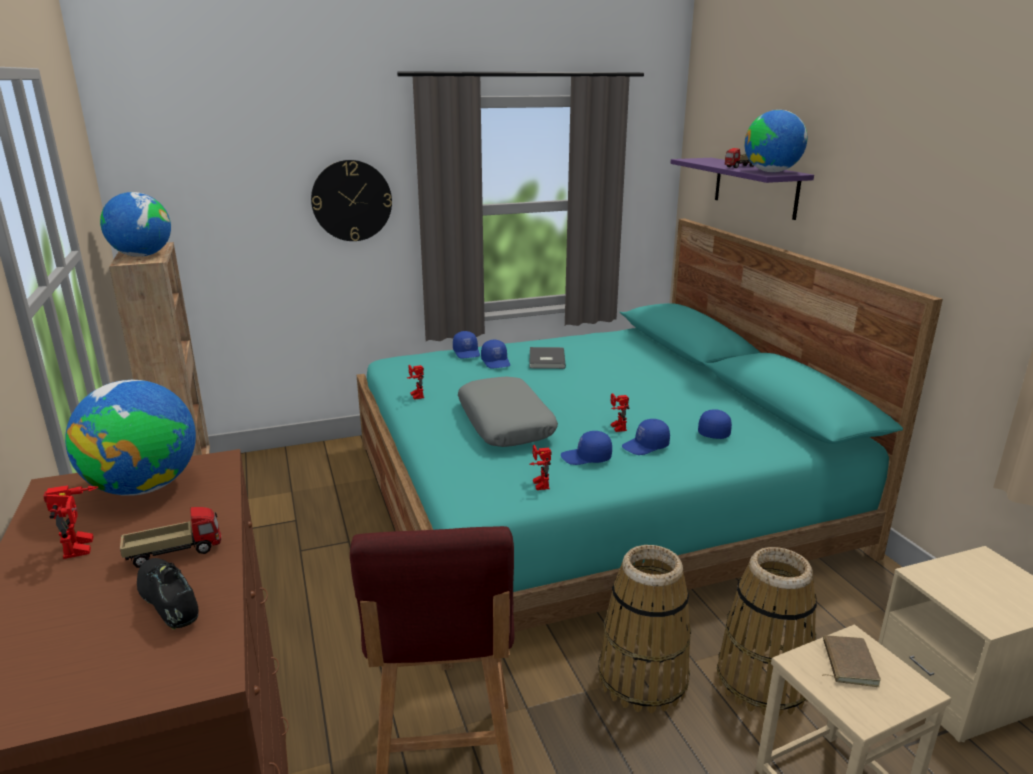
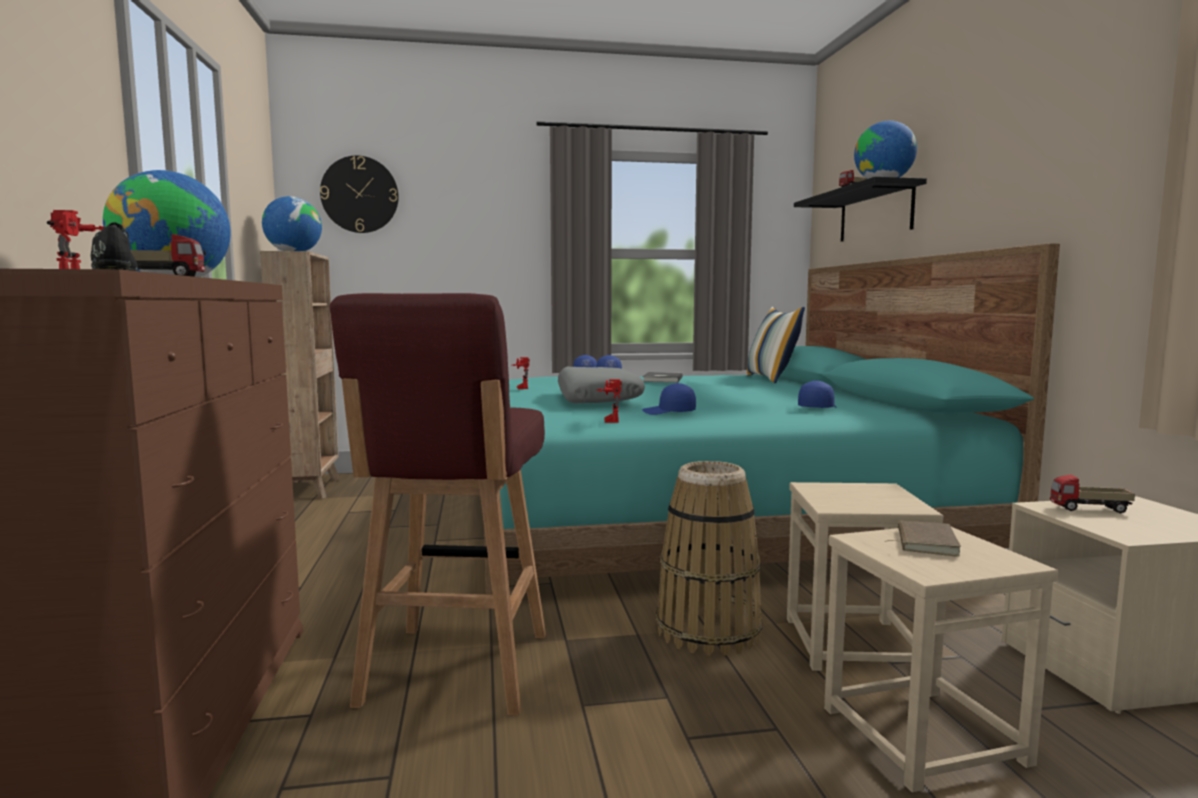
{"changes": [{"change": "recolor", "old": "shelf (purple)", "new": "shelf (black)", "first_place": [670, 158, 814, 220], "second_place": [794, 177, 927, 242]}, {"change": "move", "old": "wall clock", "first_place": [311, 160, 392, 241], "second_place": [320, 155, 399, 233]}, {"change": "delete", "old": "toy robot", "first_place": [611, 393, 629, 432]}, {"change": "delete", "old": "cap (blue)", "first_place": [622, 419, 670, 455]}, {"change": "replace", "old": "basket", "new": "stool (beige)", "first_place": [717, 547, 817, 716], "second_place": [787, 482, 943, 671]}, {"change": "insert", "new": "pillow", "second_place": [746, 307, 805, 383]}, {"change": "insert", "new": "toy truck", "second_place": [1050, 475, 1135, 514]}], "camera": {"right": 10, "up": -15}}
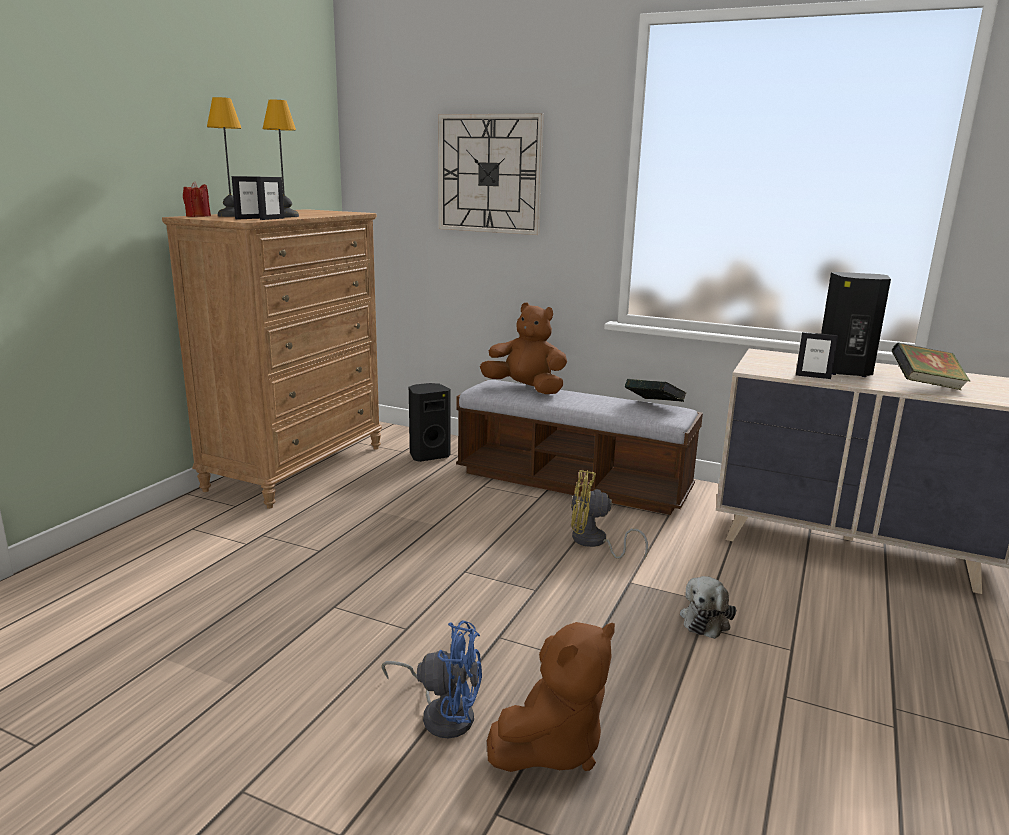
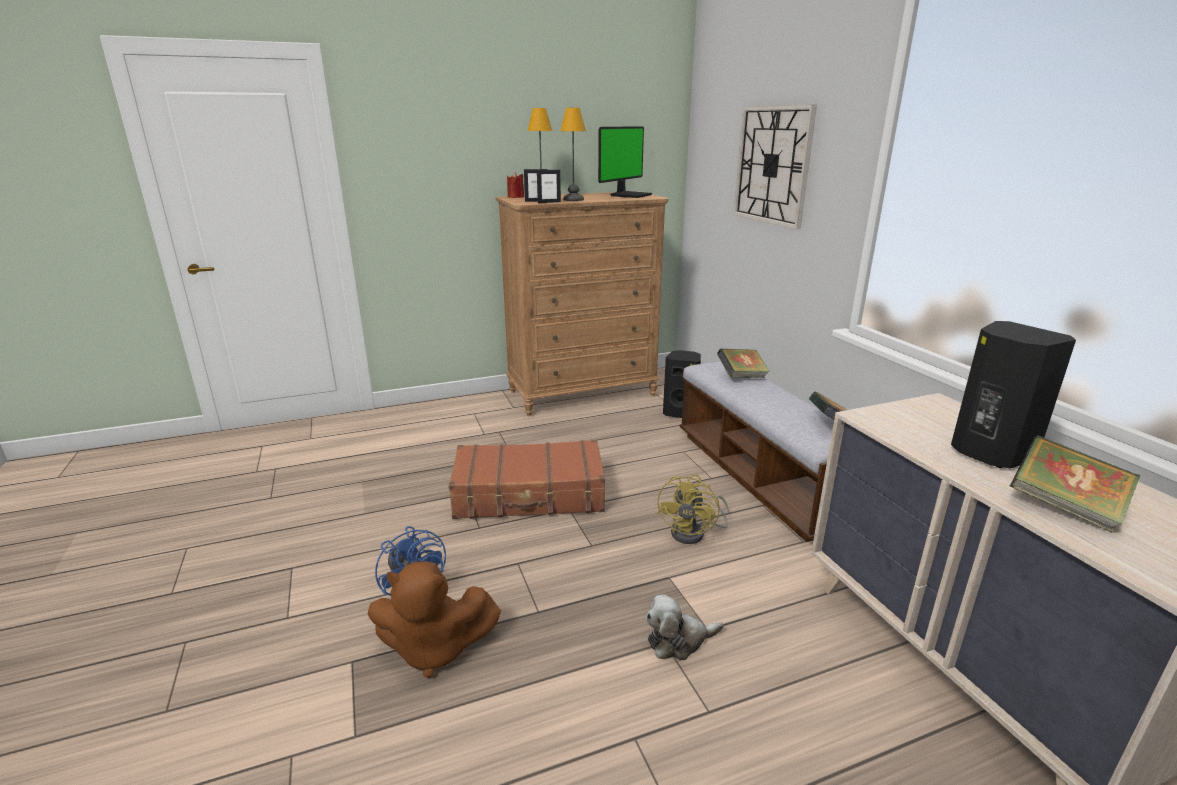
{"changes": [{"change": "replace", "old": "plush toy (brown)", "new": "book", "first_place": [480, 302, 567, 394], "second_place": [717, 349, 770, 378]}, {"change": "delete", "old": "picture frame", "first_place": [796, 332, 838, 379]}, {"change": "rotate", "old": "fan (yellow)", "first_place": [571, 470, 648, 560], "second_place": [657, 474, 729, 544], "degrees": -120}, {"change": "insert", "new": "monitor", "second_place": [598, 126, 652, 198]}, {"change": "insert", "new": "suitcase (brown)", "second_place": [449, 440, 605, 519]}], "camera": {"right": 45, "up": 5}}
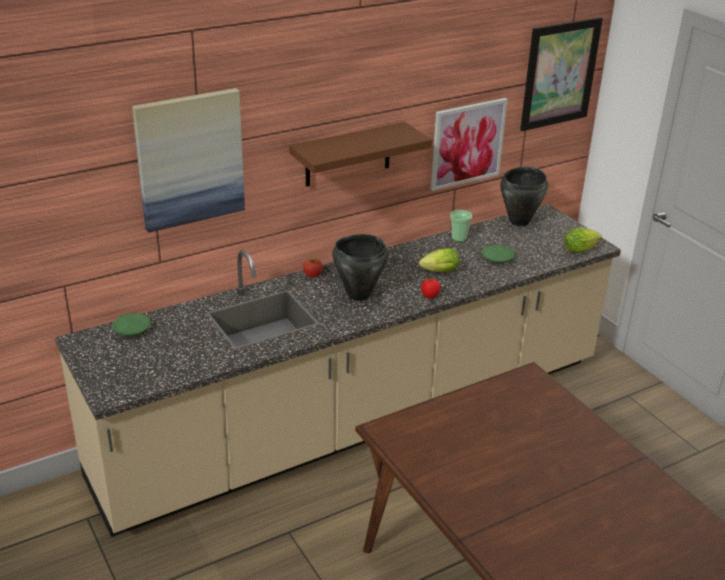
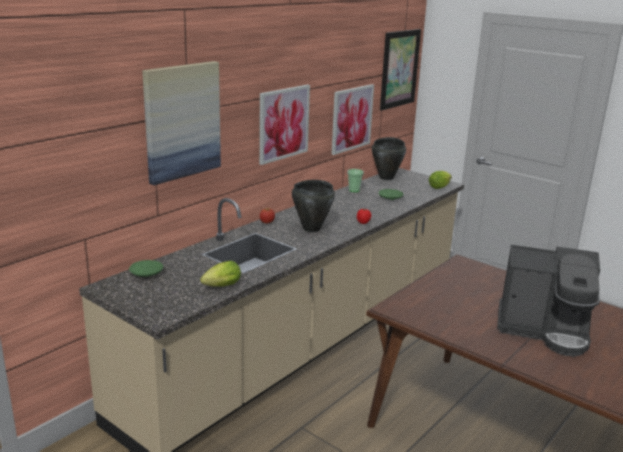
{"changes": [{"change": "replace", "old": "shelf (brown)", "new": "picture", "first_place": [289, 122, 432, 187], "second_place": [259, 85, 310, 165]}, {"change": "move", "old": "lettuce", "first_place": [419, 248, 460, 272], "second_place": [200, 261, 241, 287]}, {"change": "insert", "new": "coffee machine", "second_place": [497, 245, 600, 356]}], "camera": {"right": -20, "up": -10}}
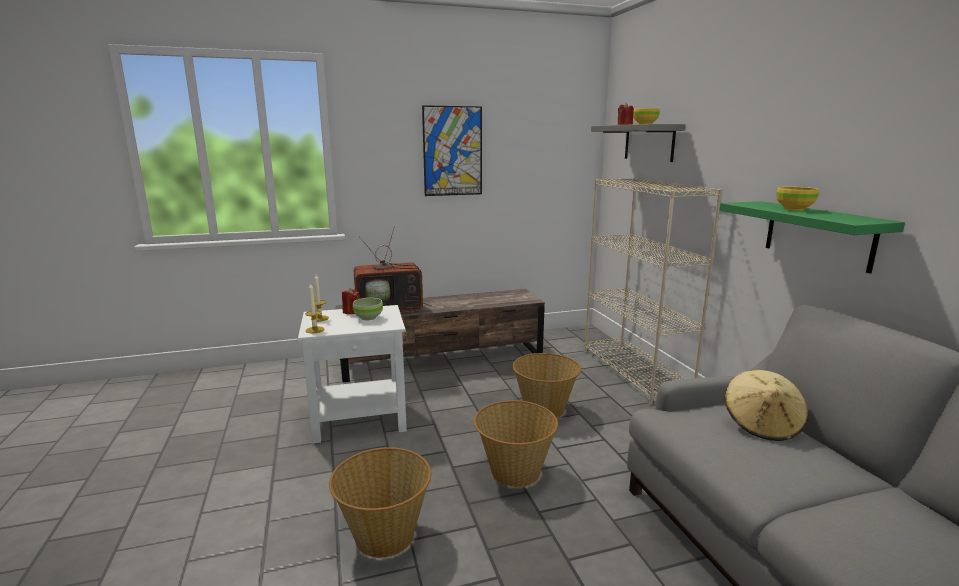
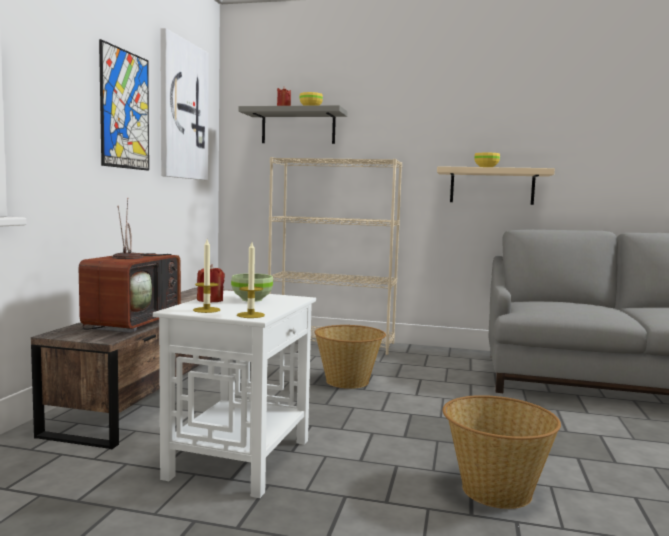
{"changes": [{"change": "recolor", "old": "shelf (green)", "new": "shelf (beige)", "first_place": [720, 201, 905, 274], "second_place": [437, 166, 555, 205]}, {"change": "delete", "old": "hat (beige)", "first_place": [725, 369, 808, 441]}, {"change": "delete", "old": "basket", "first_place": [474, 400, 558, 487]}, {"change": "insert", "new": "picture", "second_place": [160, 28, 209, 180]}], "camera": {"right": -60, "up": -10}}
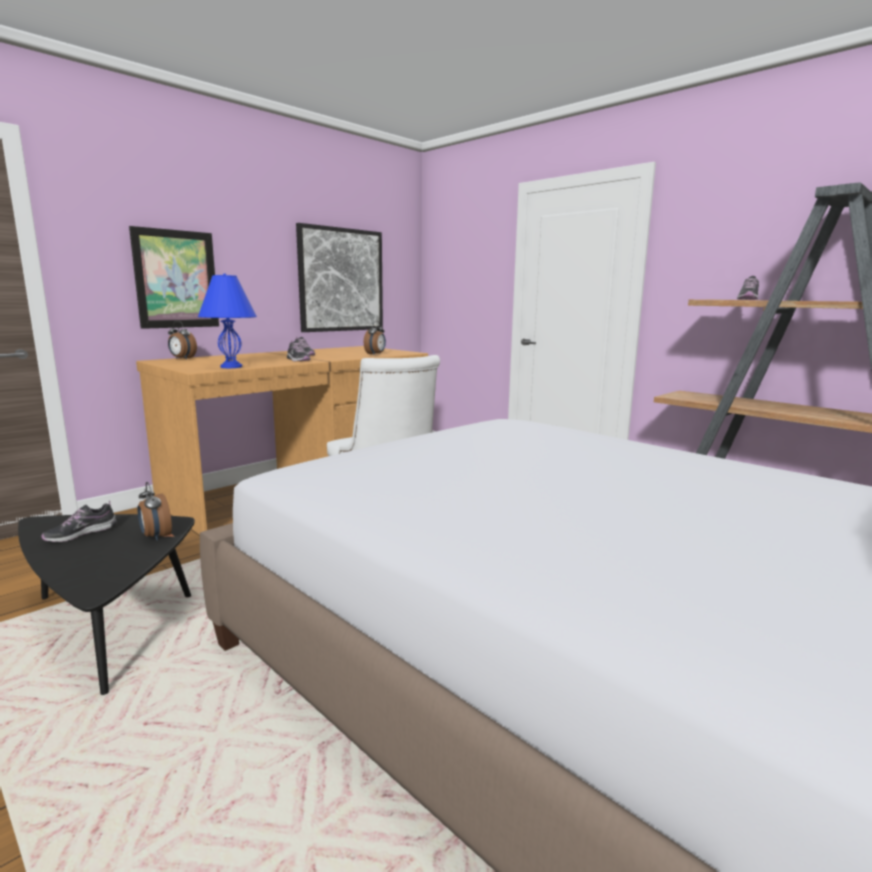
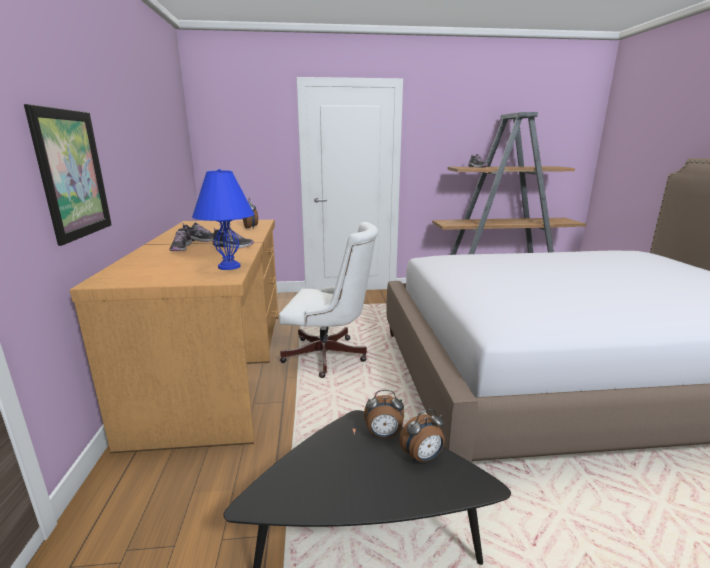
{"changes": [{"change": "delete", "old": "picture", "first_place": [296, 223, 383, 332]}, {"change": "move", "old": "alarm clock", "first_place": [168, 321, 197, 359], "second_place": [399, 409, 445, 463]}, {"change": "move", "old": "shoe", "first_place": [41, 501, 117, 542], "second_place": [170, 226, 192, 251]}], "camera": {"right": -50, "up": 5}}
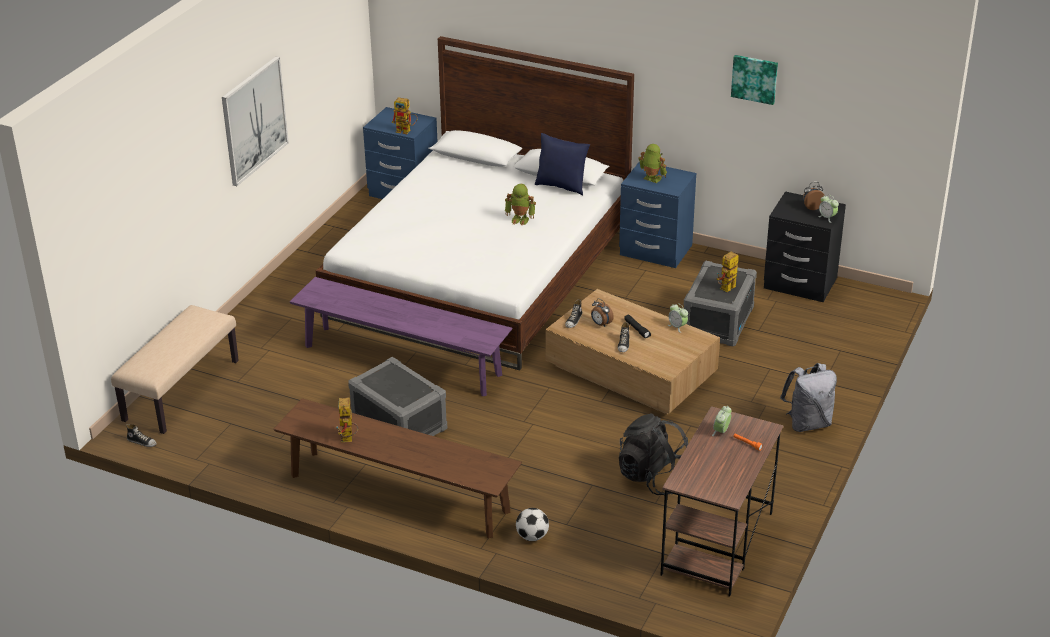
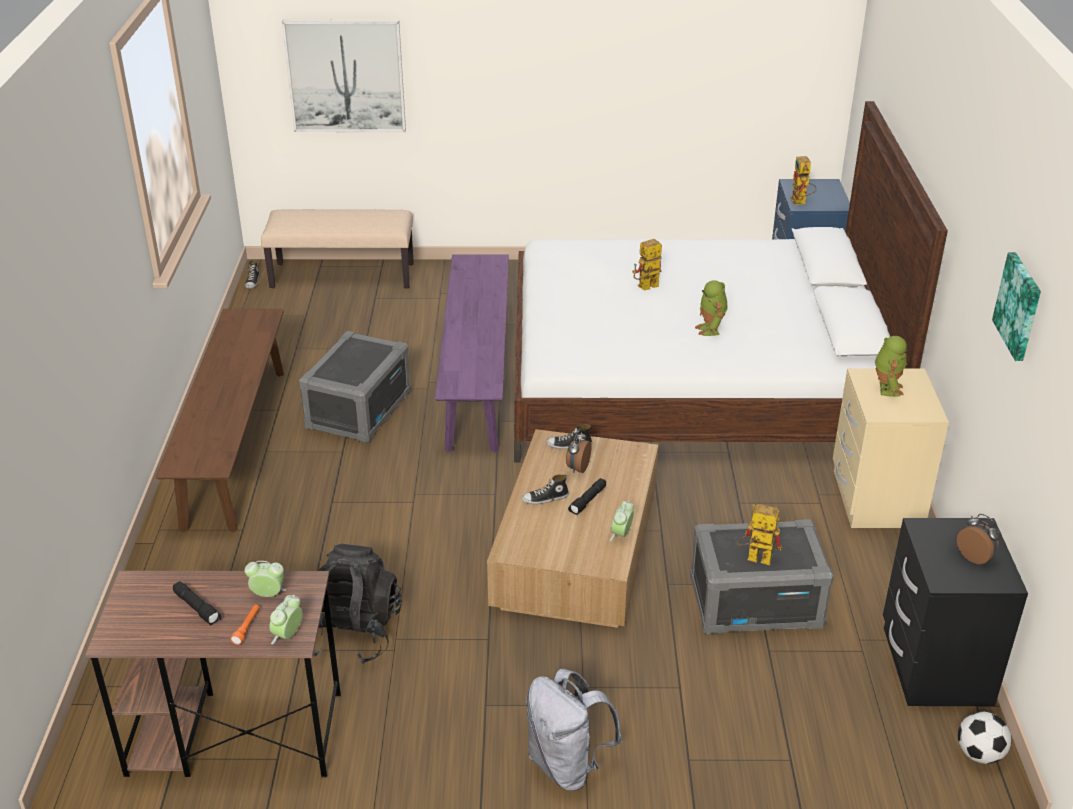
{"changes": [{"change": "move", "old": "picture", "first_place": [222, 57, 289, 186], "second_place": [282, 20, 406, 132]}, {"change": "delete", "old": "pillow (blue)", "first_place": [535, 133, 590, 196]}, {"change": "recolor", "old": "nightstand (blue)", "new": "nightstand (beige)", "first_place": [619, 161, 696, 268], "second_place": [833, 368, 949, 528]}, {"change": "move", "old": "alarm clock", "first_place": [818, 195, 839, 223], "second_place": [269, 595, 302, 644]}, {"change": "move", "old": "toy robot", "first_place": [336, 397, 358, 442], "second_place": [632, 239, 662, 291]}, {"change": "move", "old": "football", "first_place": [516, 508, 549, 541], "second_place": [958, 712, 1012, 764]}, {"change": "insert", "new": "flashlight (black)", "second_place": [173, 581, 222, 625]}], "camera": {"right": 65, "up": 0}}
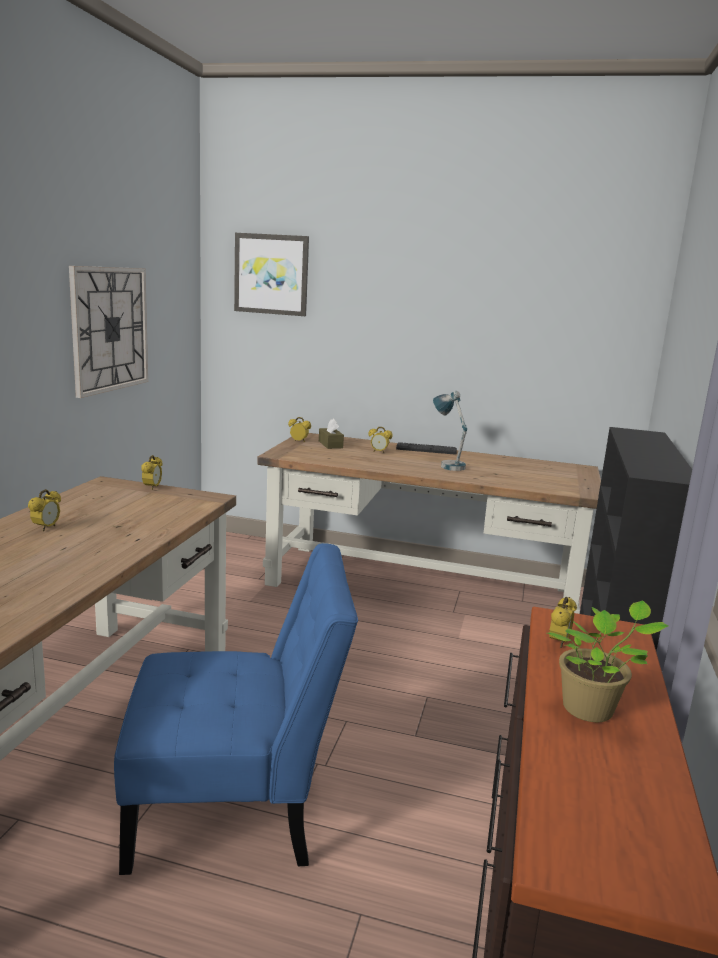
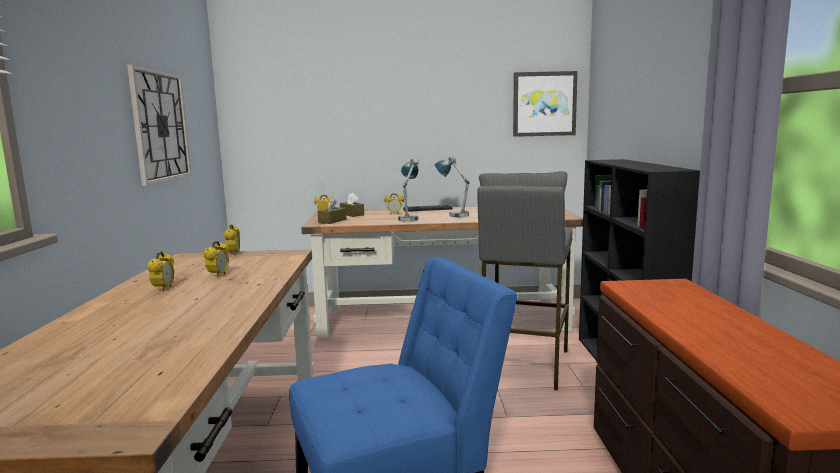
{"changes": [{"change": "move", "old": "picture", "first_place": [234, 233, 309, 316], "second_place": [513, 71, 578, 137]}, {"change": "move", "old": "alarm clock", "first_place": [549, 597, 577, 648], "second_place": [204, 241, 229, 277]}, {"change": "delete", "old": "potted plant", "first_place": [547, 600, 668, 722]}, {"change": "insert", "new": "table lamp", "second_place": [398, 158, 419, 222]}, {"change": "insert", "new": "stool (grey)", "second_place": [477, 171, 573, 391]}, {"change": "insert", "new": "tissue box (brown)", "second_place": [318, 198, 346, 224]}], "camera": {"right": -15, "up": -5}}
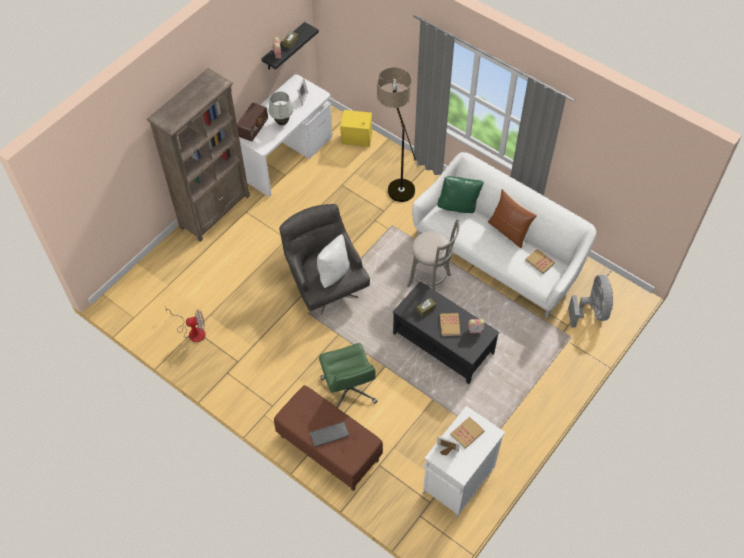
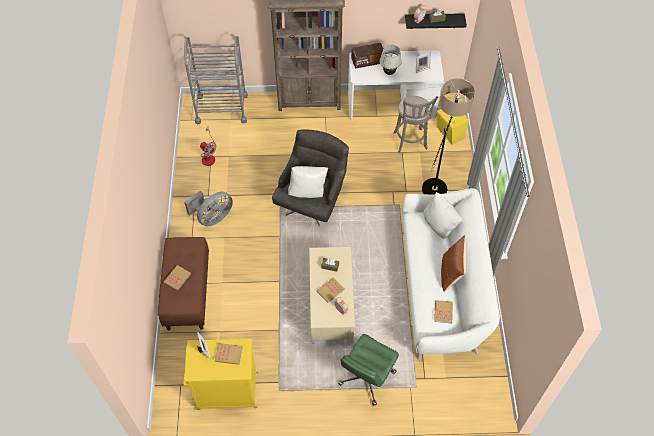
{"changes": [{"change": "recolor", "old": "pillow (green)", "new": "pillow (white)", "first_place": [437, 176, 484, 213], "second_place": [423, 192, 462, 239]}, {"change": "move", "old": "stool (grey)", "first_place": [407, 219, 460, 290], "second_place": [394, 96, 438, 153]}, {"change": "move", "old": "fan (grey)", "first_place": [568, 275, 613, 328], "second_place": [184, 191, 233, 227]}, {"change": "recolor", "old": "coffee table (black)", "new": "coffee table (beige)", "first_place": [393, 281, 499, 384], "second_place": [309, 247, 355, 344]}, {"change": "move", "old": "office chair (green)", "first_place": [319, 343, 377, 408], "second_place": [338, 334, 399, 406]}, {"change": "recolor", "old": "cabinet (white)", "new": "cabinet (yellow)", "first_place": [422, 406, 505, 518], "second_place": [183, 339, 258, 410]}, {"change": "replace", "old": "keyboard", "new": "book", "first_place": [310, 422, 349, 447], "second_place": [164, 265, 191, 291]}, {"change": "insert", "new": "cart (grey)", "second_place": [184, 36, 248, 124]}], "camera": {"right": 50, "up": 0}}
